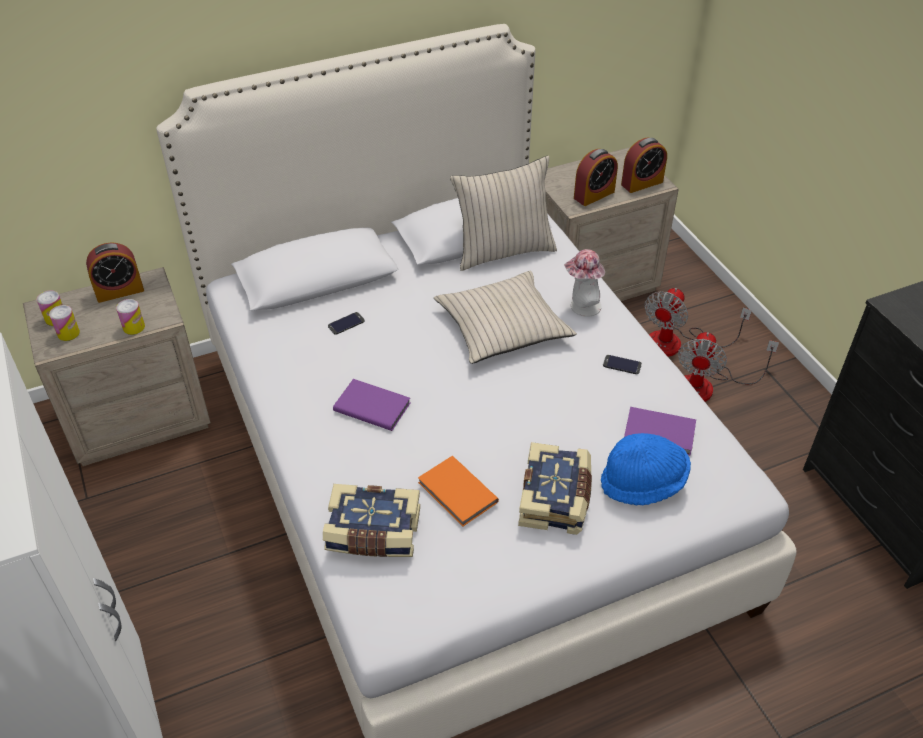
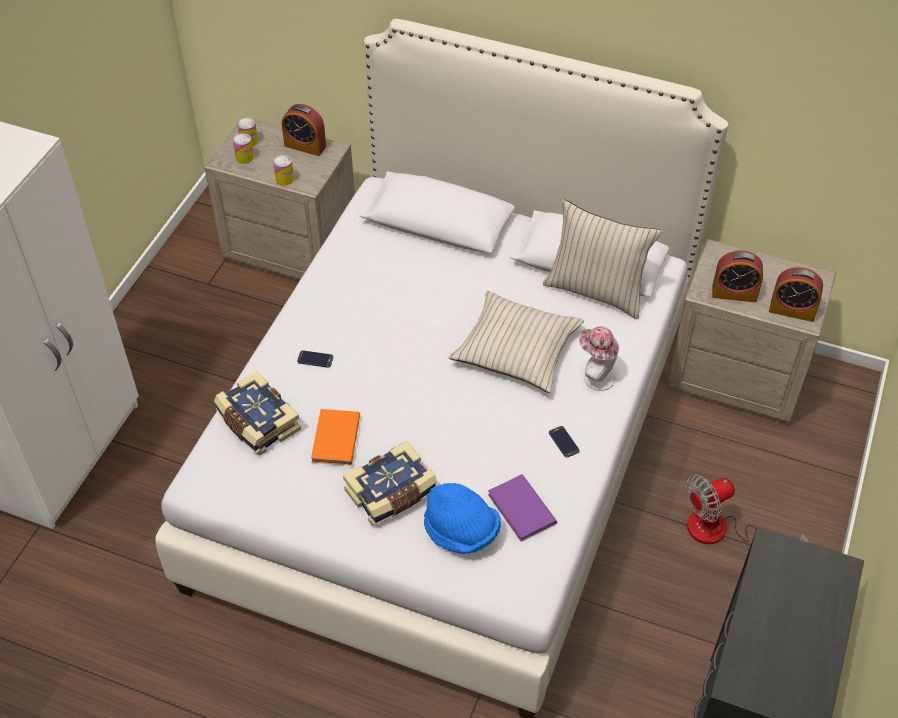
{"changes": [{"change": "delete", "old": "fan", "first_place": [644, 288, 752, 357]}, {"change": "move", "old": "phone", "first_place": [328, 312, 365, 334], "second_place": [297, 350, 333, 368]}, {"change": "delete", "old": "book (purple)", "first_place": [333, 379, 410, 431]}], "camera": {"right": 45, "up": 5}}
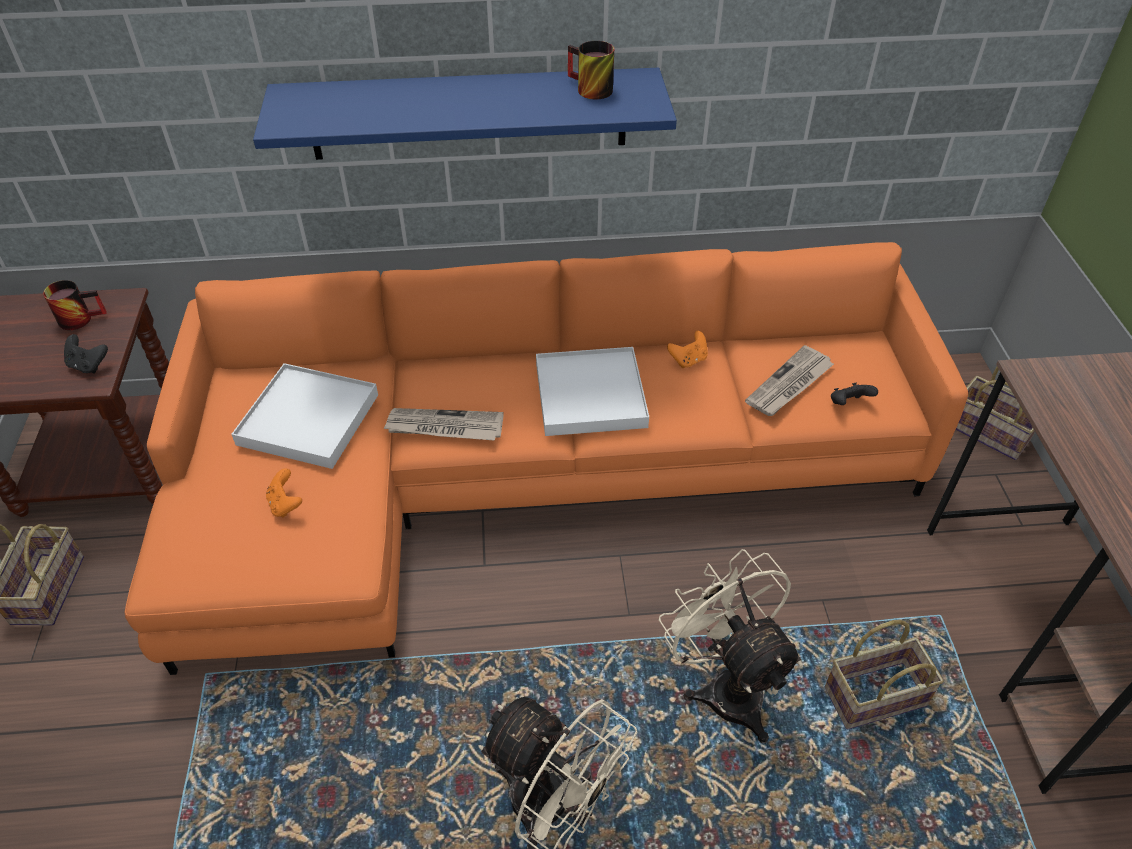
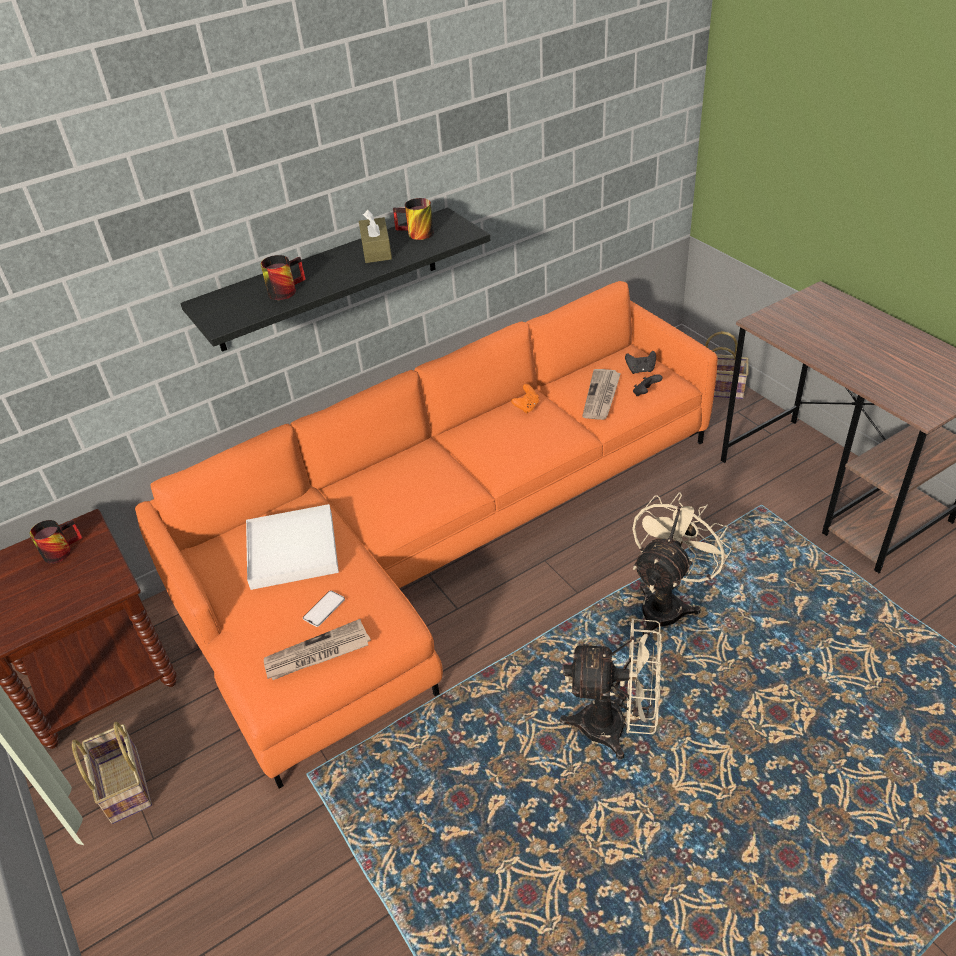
{"changes": [{"change": "recolor", "old": "shelf (blue)", "new": "shelf (black)", "first_place": [253, 68, 677, 160], "second_place": [180, 207, 490, 352]}, {"change": "move", "old": "game controller (black)", "first_place": [64, 334, 108, 374], "second_place": [625, 351, 656, 374]}, {"change": "delete", "old": "tray (white)", "first_place": [536, 347, 649, 436]}, {"change": "move", "old": "newspaper", "first_place": [383, 408, 504, 441], "second_place": [264, 619, 371, 680]}, {"change": "replace", "old": "game controller (orange)", "new": "phone", "first_place": [266, 468, 302, 518], "second_place": [303, 591, 345, 627]}, {"change": "rotate", "old": "fan (beige)", "first_place": [659, 549, 803, 744], "second_place": [632, 492, 732, 637], "degrees": 90}, {"change": "delete", "old": "basket", "first_place": [825, 620, 944, 729]}, {"change": "insert", "new": "tissue box (brown)", "second_place": [359, 210, 392, 263]}, {"change": "insert", "new": "mug", "second_place": [261, 255, 306, 300]}], "camera": {"right": -25, "up": -5}}
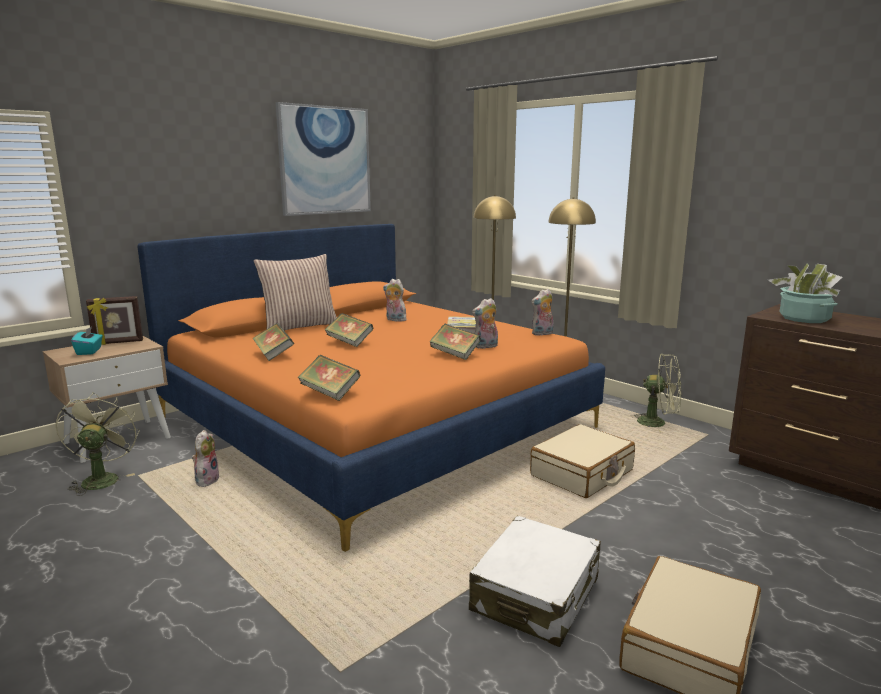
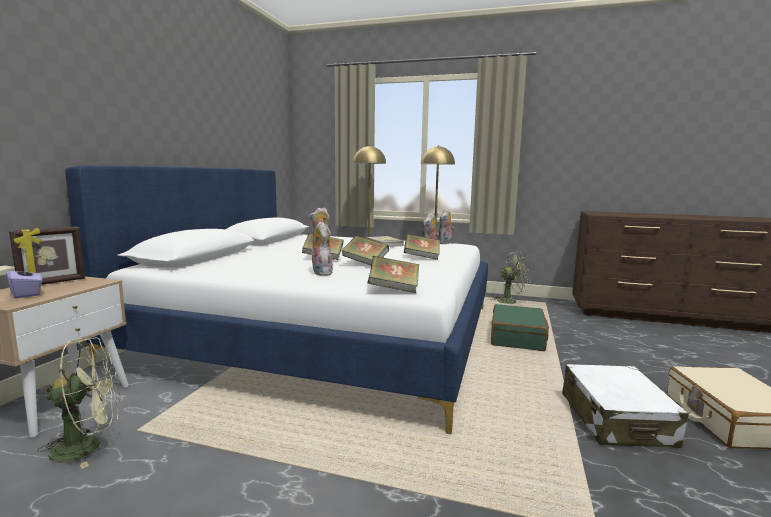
{"changes": [{"change": "delete", "old": "picture", "first_place": [275, 102, 371, 216]}, {"change": "recolor", "old": "bed (orange)", "new": "bed (white)", "first_place": [137, 224, 605, 552], "second_place": [65, 165, 488, 434]}, {"change": "delete", "old": "pillow", "first_place": [254, 254, 337, 330]}, {"change": "delete", "old": "potted plant", "first_place": [768, 264, 842, 323]}, {"change": "move", "old": "book", "first_place": [252, 323, 294, 361], "second_place": [341, 236, 389, 265]}, {"change": "recolor", "old": "tissue box (turquoise)", "new": "tissue box (purple)", "first_place": [71, 326, 103, 355], "second_place": [6, 263, 42, 299]}, {"change": "rotate", "old": "fan (green)", "first_place": [55, 392, 140, 496], "second_place": [38, 338, 121, 469], "degrees": 105}, {"change": "recolor", "old": "suitcase (beige)", "new": "suitcase (green)", "first_place": [530, 424, 635, 498], "second_place": [491, 304, 549, 351]}, {"change": "move", "old": "plush toy", "first_place": [192, 430, 219, 487], "second_place": [309, 222, 333, 275]}], "camera": {"right": -30, "up": -5}}
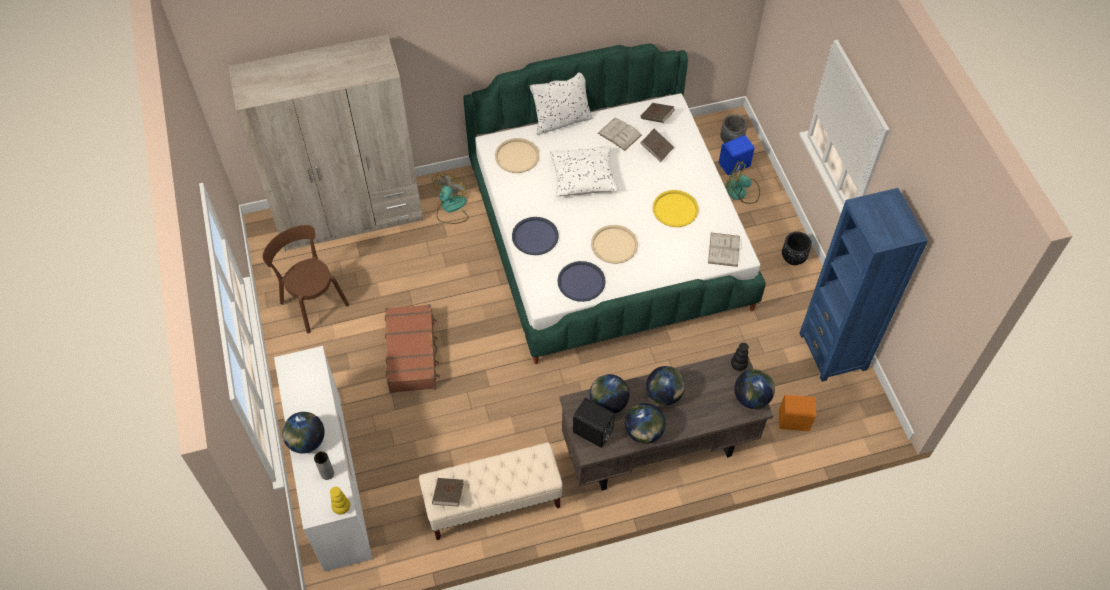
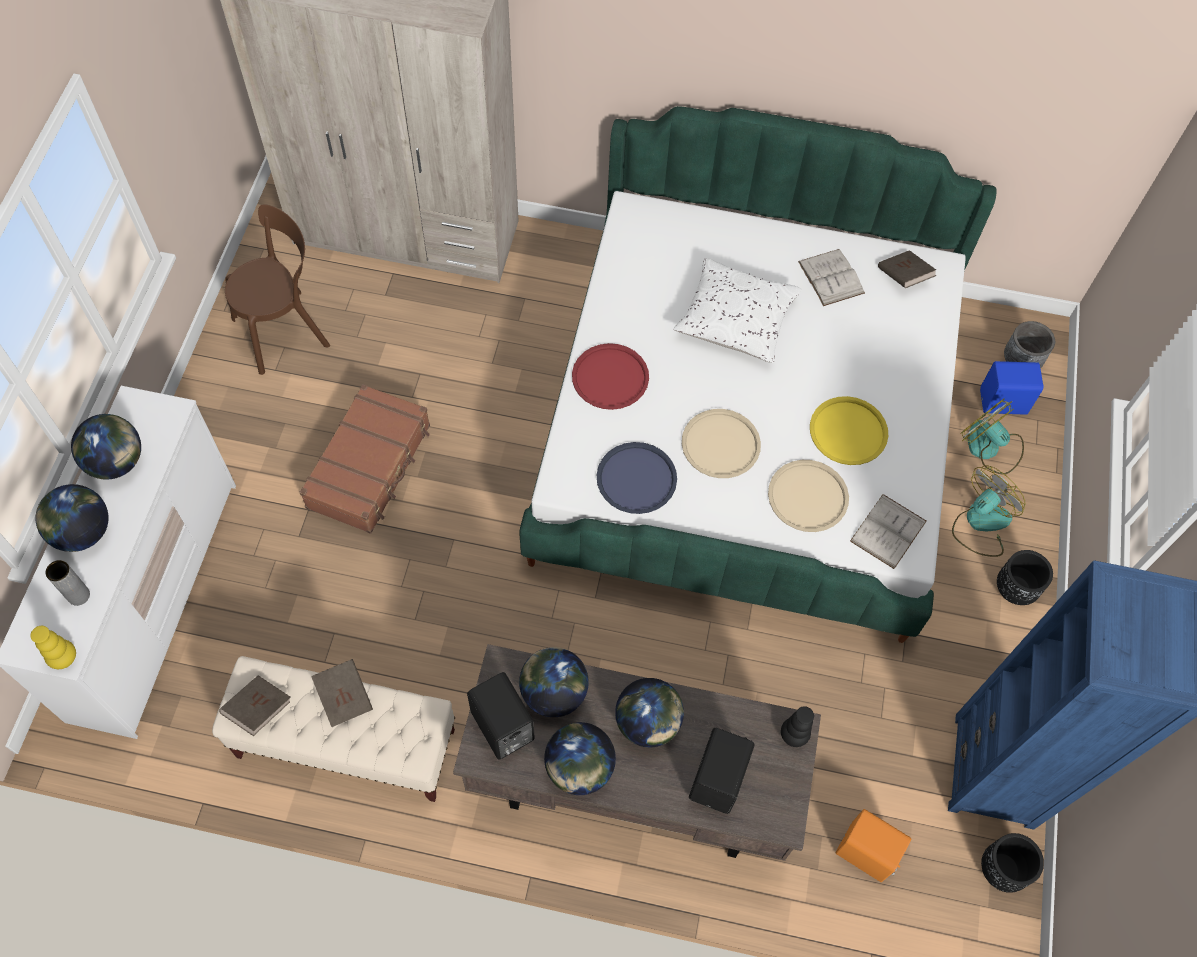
{"changes": [{"change": "delete", "old": "pillow (white)", "first_place": [529, 72, 593, 135]}, {"change": "move", "old": "book (brown)", "first_place": [641, 128, 674, 162], "second_place": [311, 659, 373, 727]}, {"change": "move", "old": "tray (beige)", "first_place": [495, 138, 539, 173], "second_place": [768, 460, 849, 532]}, {"change": "move", "old": "fan", "first_place": [432, 173, 469, 224], "second_place": [952, 465, 1025, 557]}, {"change": "recolor", "old": "tray (blue)", "new": "tray (red)", "first_place": [512, 217, 559, 255], "second_place": [572, 343, 649, 410]}, {"change": "rotate", "old": "chair (brown)", "first_place": [262, 225, 349, 333], "second_place": [225, 204, 330, 375], "degrees": 75}, {"change": "move", "old": "globe", "first_place": [734, 369, 775, 409], "second_place": [71, 414, 141, 480]}, {"change": "insert", "new": "speaker (black)", "second_place": [689, 728, 755, 814]}, {"change": "insert", "new": "planter (black)", "second_place": [981, 833, 1044, 893]}], "camera": {"right": 25, "up": 5}}
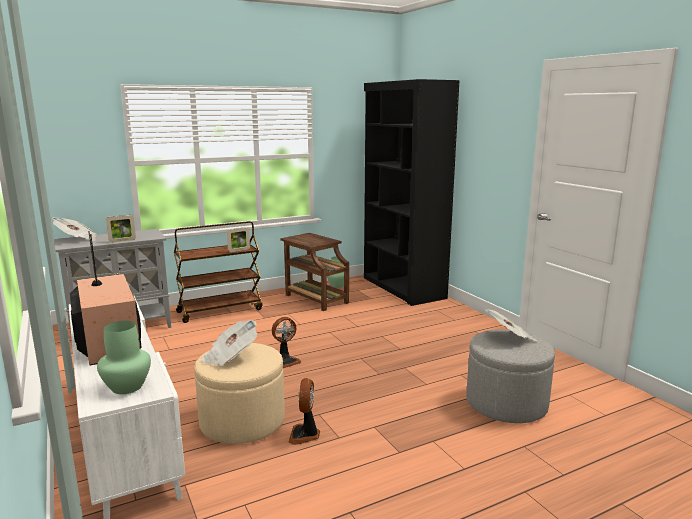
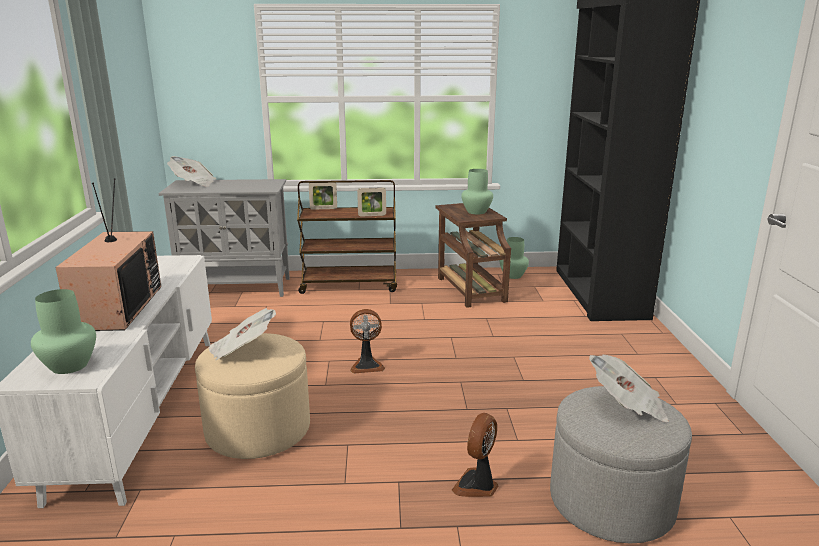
{"changes": [{"change": "move", "old": "picture frame", "first_place": [106, 215, 136, 243], "second_place": [309, 183, 337, 210]}, {"change": "move", "old": "fan", "first_place": [288, 378, 320, 445], "second_place": [452, 413, 499, 497]}, {"change": "insert", "new": "vase (green)", "second_place": [461, 169, 493, 214]}], "camera": {"right": 25, "up": 5}}
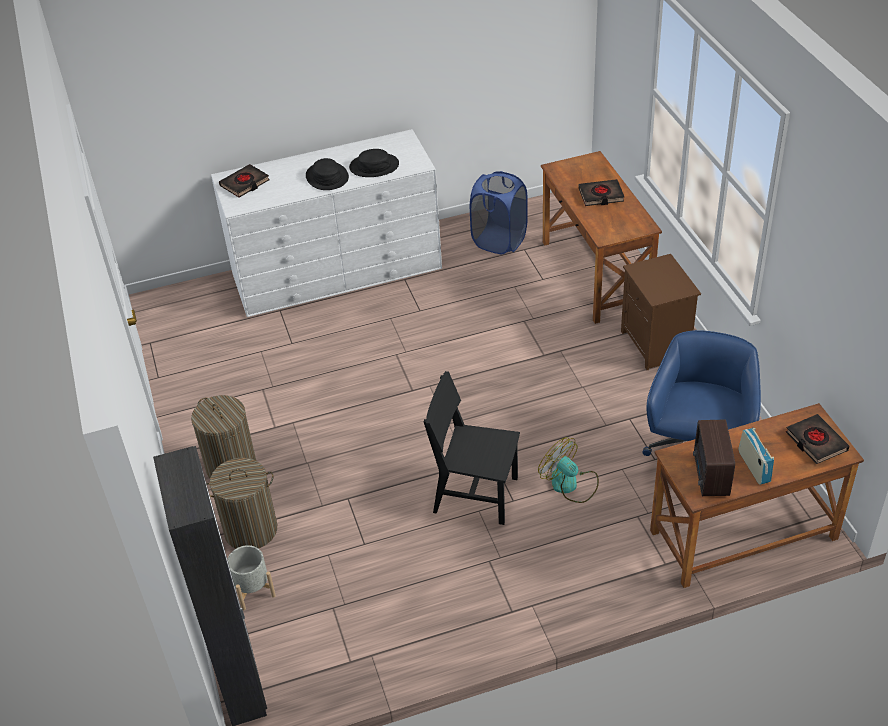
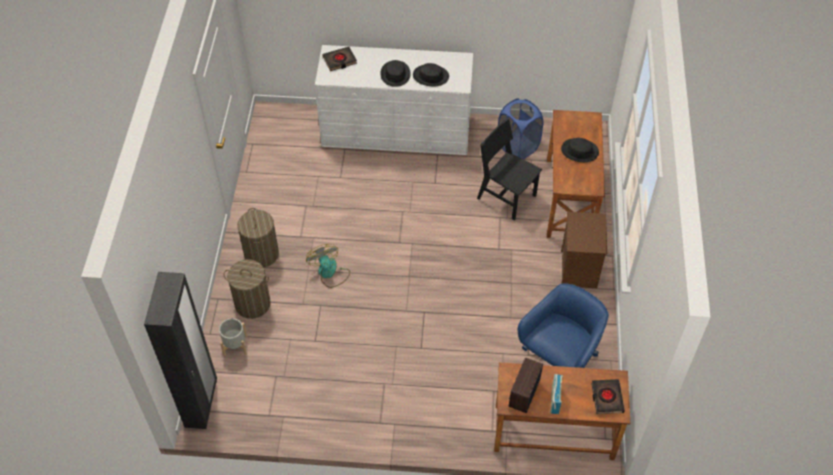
{"changes": [{"change": "replace", "old": "book (black)", "new": "hat (black)", "first_place": [578, 179, 624, 206], "second_place": [561, 138, 599, 162]}, {"change": "move", "old": "chair (black)", "first_place": [423, 371, 520, 525], "second_place": [477, 118, 542, 220]}, {"change": "move", "old": "fan", "first_place": [538, 437, 599, 503], "second_place": [306, 244, 350, 288]}], "camera": {"right": 20, "up": 10}}
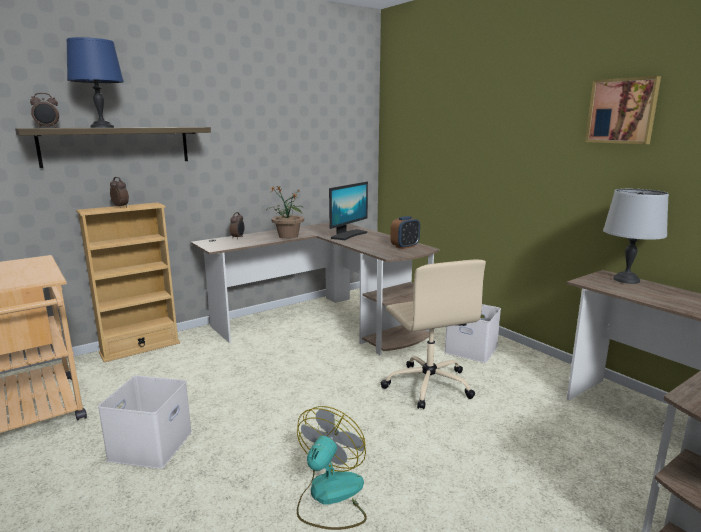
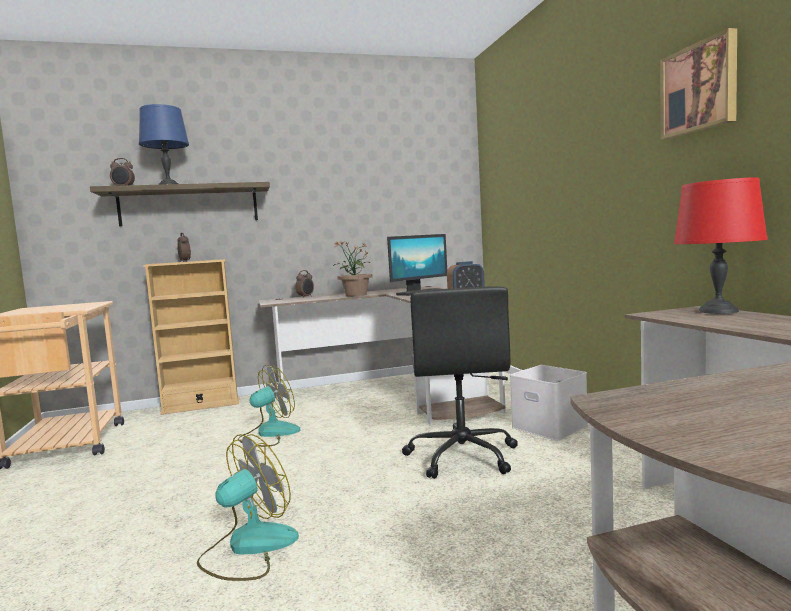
{"changes": [{"change": "recolor", "old": "table lamp (grey)", "new": "table lamp (red)", "first_place": [603, 189, 669, 284], "second_place": [674, 177, 768, 314]}, {"change": "recolor", "old": "office chair (beige)", "new": "office chair (black)", "first_place": [381, 259, 486, 409], "second_place": [402, 286, 518, 479]}, {"change": "delete", "old": "storage box (white)", "first_place": [98, 375, 192, 469]}, {"change": "insert", "new": "fan", "second_place": [238, 365, 300, 447]}], "camera": {"right": 20, "up": -10}}
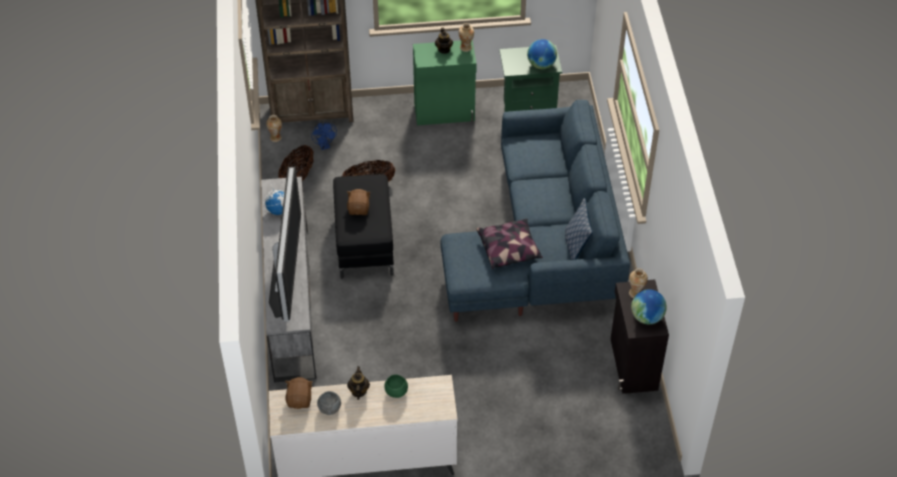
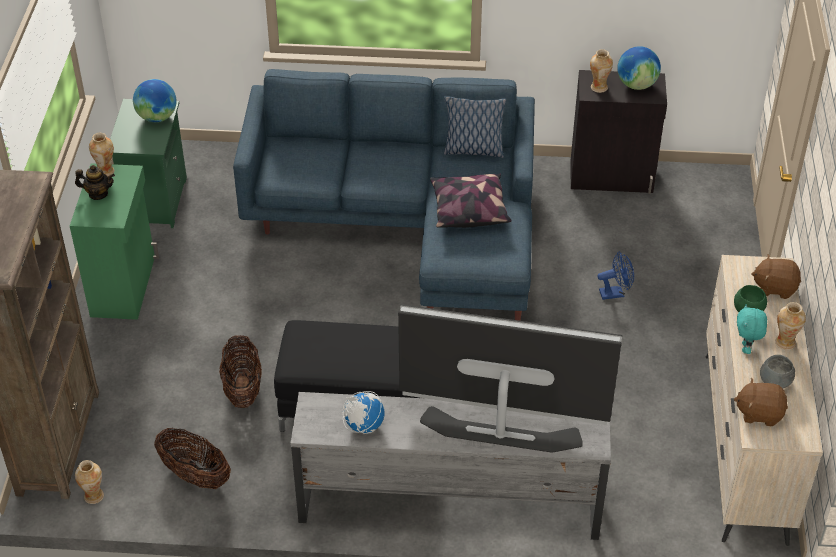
{"changes": [{"change": "move", "old": "fan (blue)", "first_place": [311, 123, 337, 150], "second_place": [597, 252, 634, 300]}, {"change": "move", "old": "plush toy (brown)", "first_place": [347, 189, 371, 215], "second_place": [751, 254, 801, 299]}, {"change": "replace", "old": "teapot", "new": "plush toy (turquoise)", "first_place": [347, 366, 370, 400], "second_place": [737, 304, 767, 354]}, {"change": "insert", "new": "vase", "second_place": [775, 302, 806, 350]}], "camera": {"right": -80, "up": -5}}
